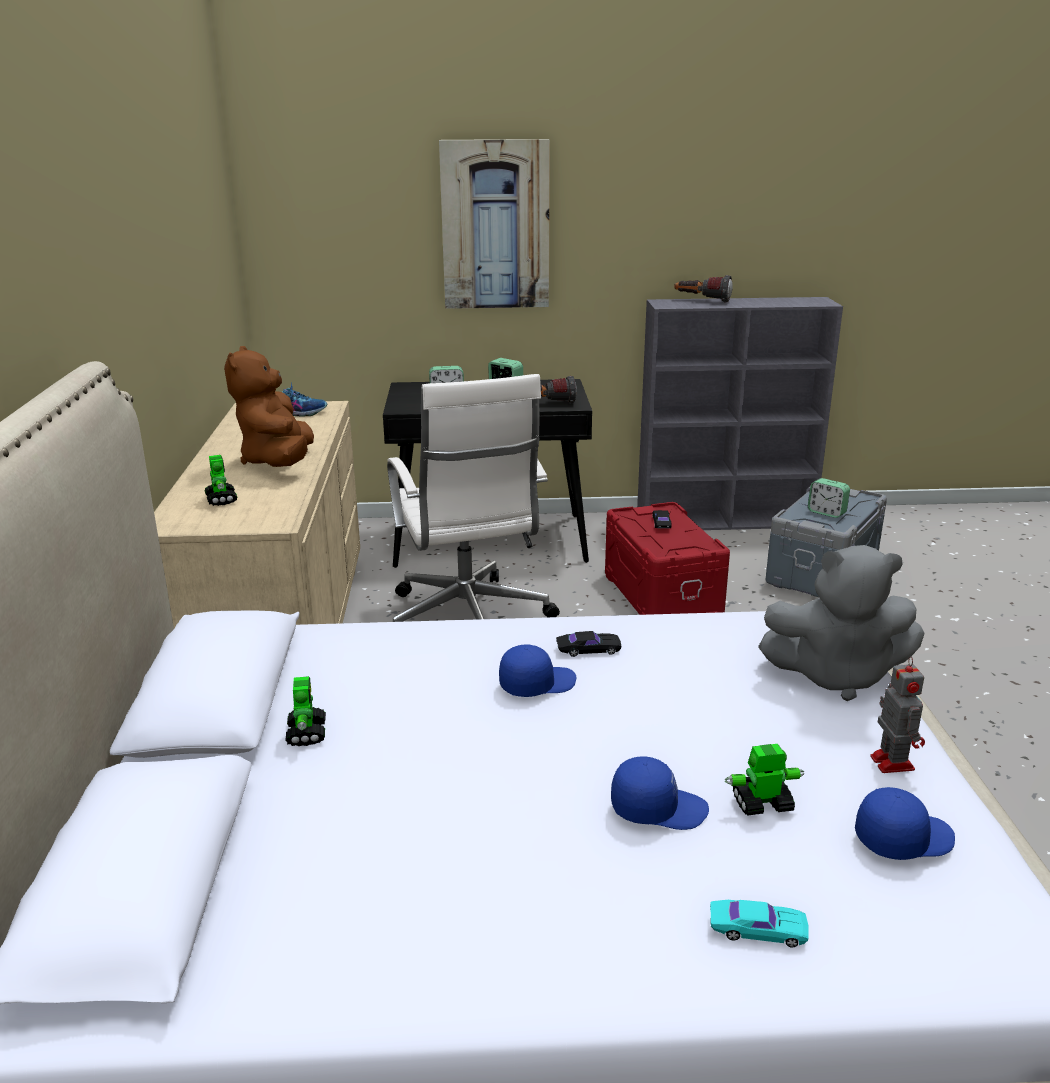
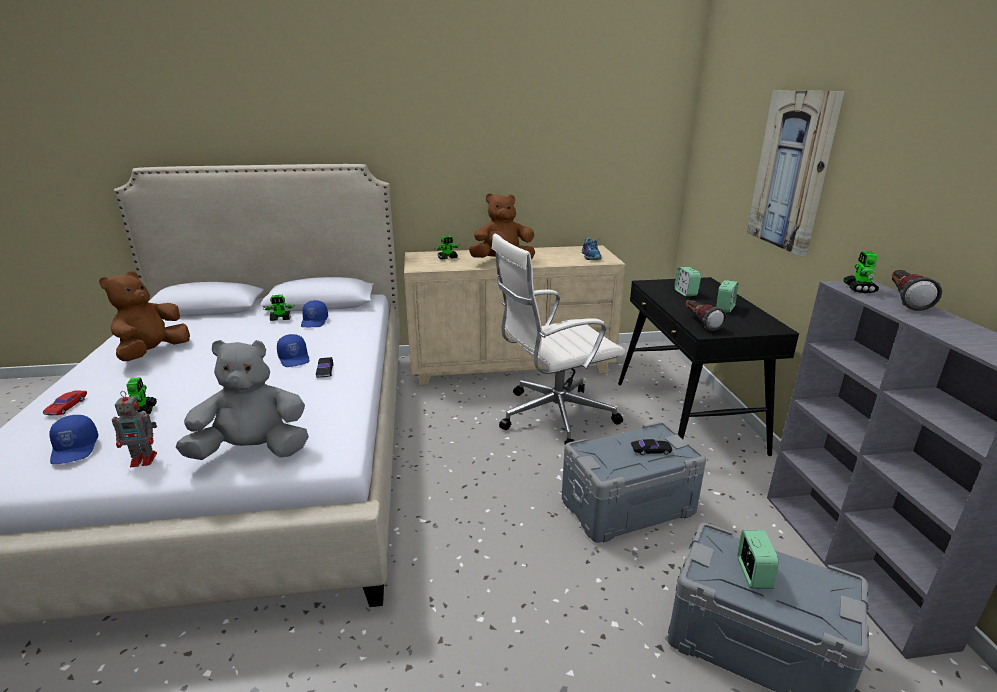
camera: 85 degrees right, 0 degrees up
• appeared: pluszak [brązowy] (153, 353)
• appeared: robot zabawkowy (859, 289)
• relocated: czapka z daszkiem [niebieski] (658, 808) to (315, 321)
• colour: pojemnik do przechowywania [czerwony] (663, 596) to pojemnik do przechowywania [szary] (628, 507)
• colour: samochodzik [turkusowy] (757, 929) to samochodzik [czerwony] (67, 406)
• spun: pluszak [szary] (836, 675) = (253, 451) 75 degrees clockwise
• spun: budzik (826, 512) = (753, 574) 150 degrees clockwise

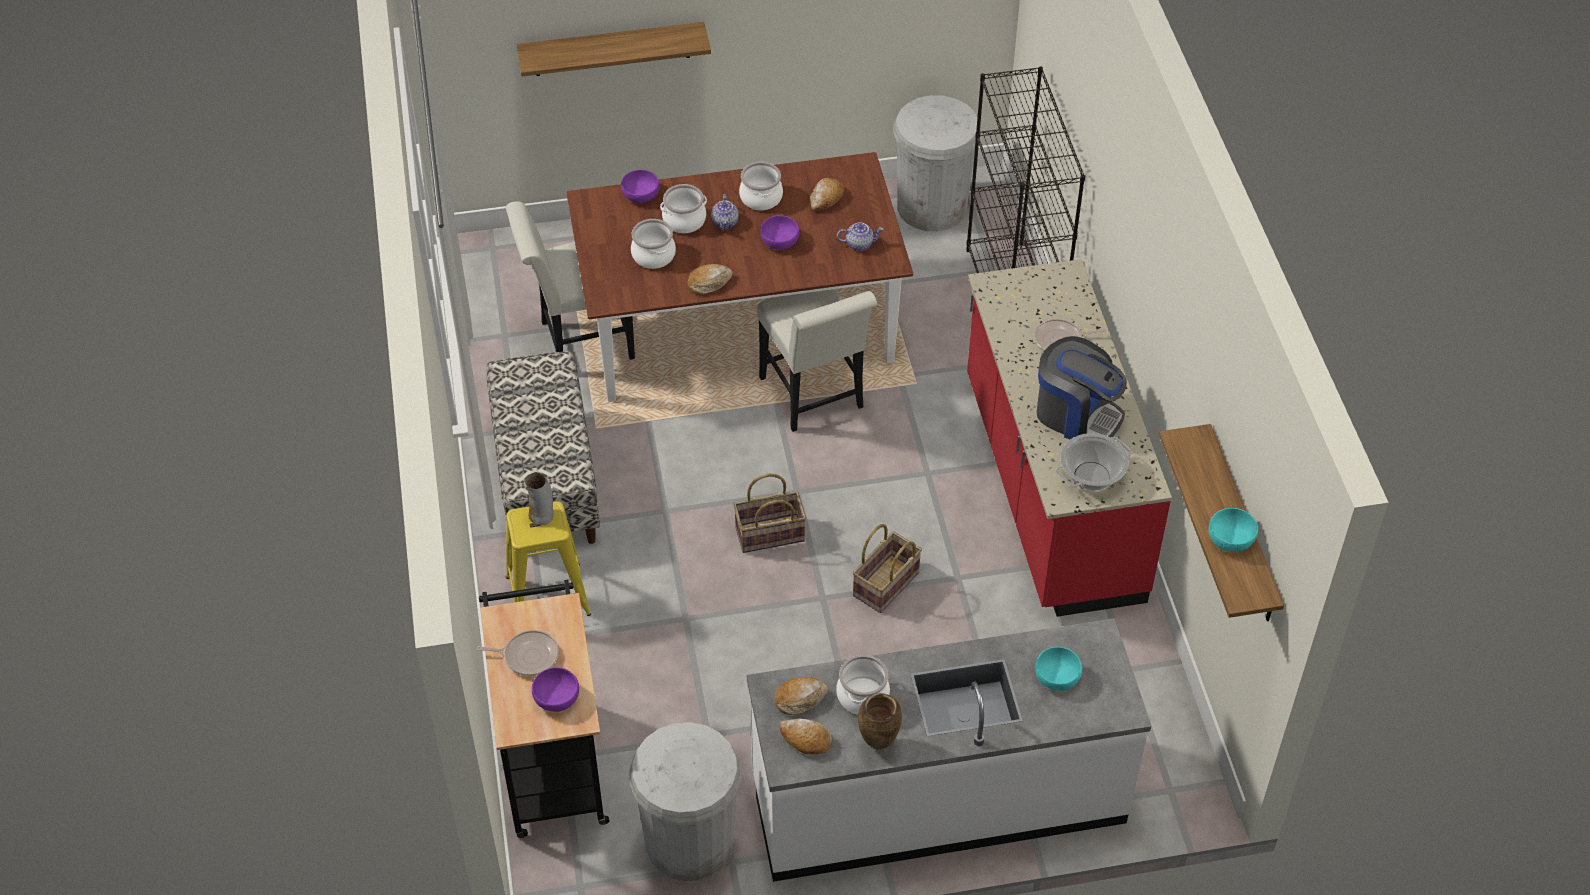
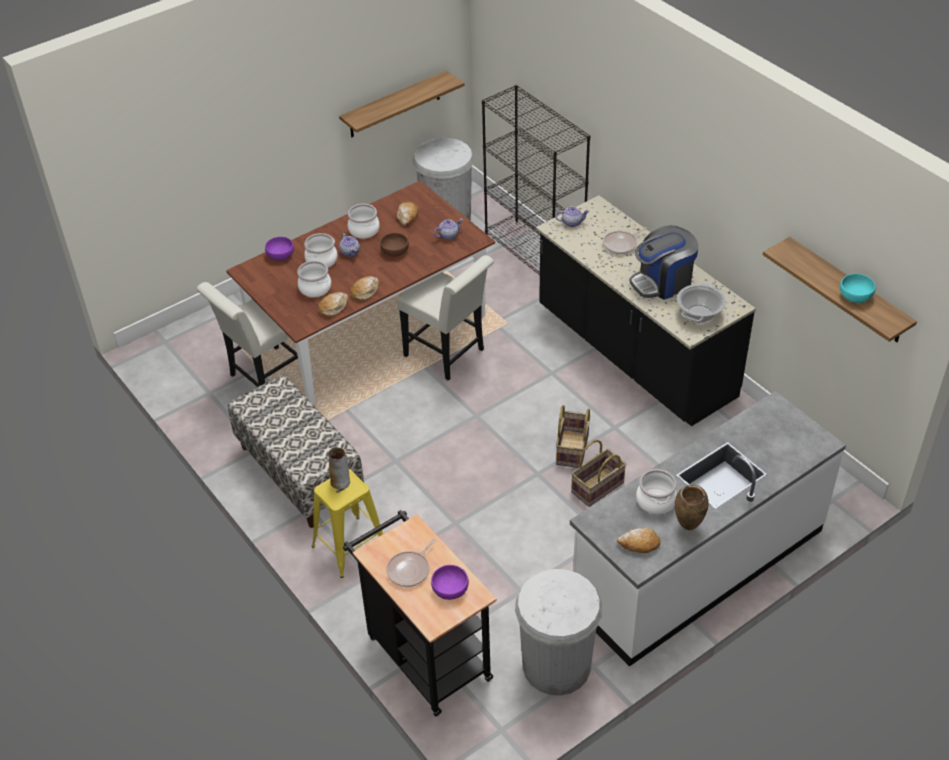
camera: 25 degrees left, 5 degrees down
• missing: miska [turkusowy] (1056, 676)
• appeared: imbryk (572, 222)
• relocated: półka (612, 49) to (394, 105)
• relocated: koszyk (769, 535) to (598, 488)
• relocated: chleb (800, 699) to (333, 307)
• colour: miska [fioletowy] (779, 241) to miska [brązowy] (394, 251)
• colour: zabudowa kuchenna [czerwony] (1050, 489) to zabudowa kuchenna [czarny] (634, 354)
• spun: patelnia (528, 656) = (410, 570) 150 degrees clockwise
• spun: ekspres do kawy (1076, 414) = (662, 282) 150 degrees clockwise

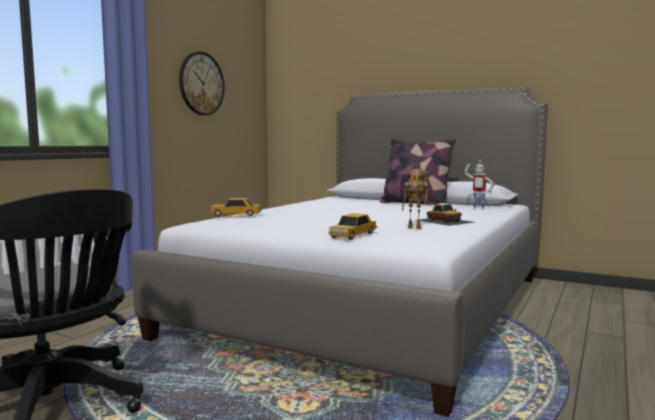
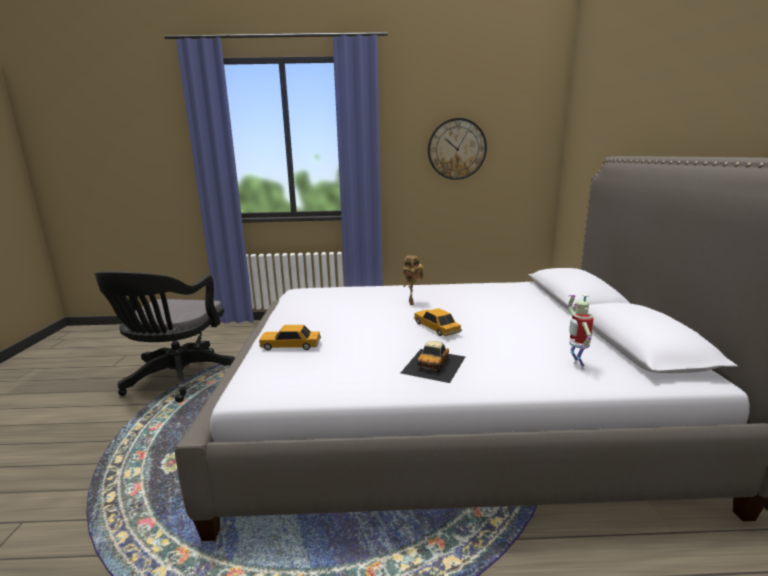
camera: 60 degrees right, 10 degrees up
• missing: poduszka (415, 203)
• relocated: samochodzik (236, 214) to (436, 328)
• relocated: robot zabawkowy (415, 228) to (412, 303)

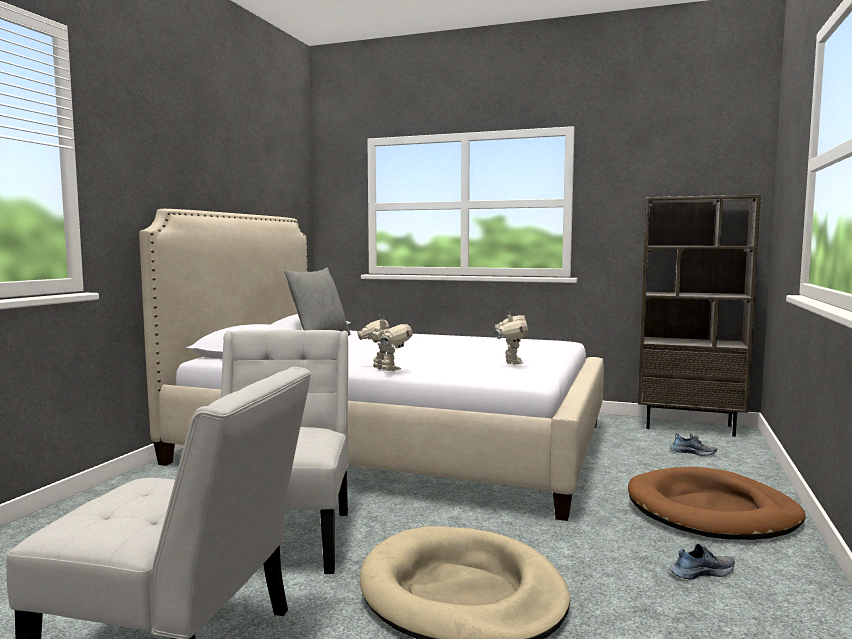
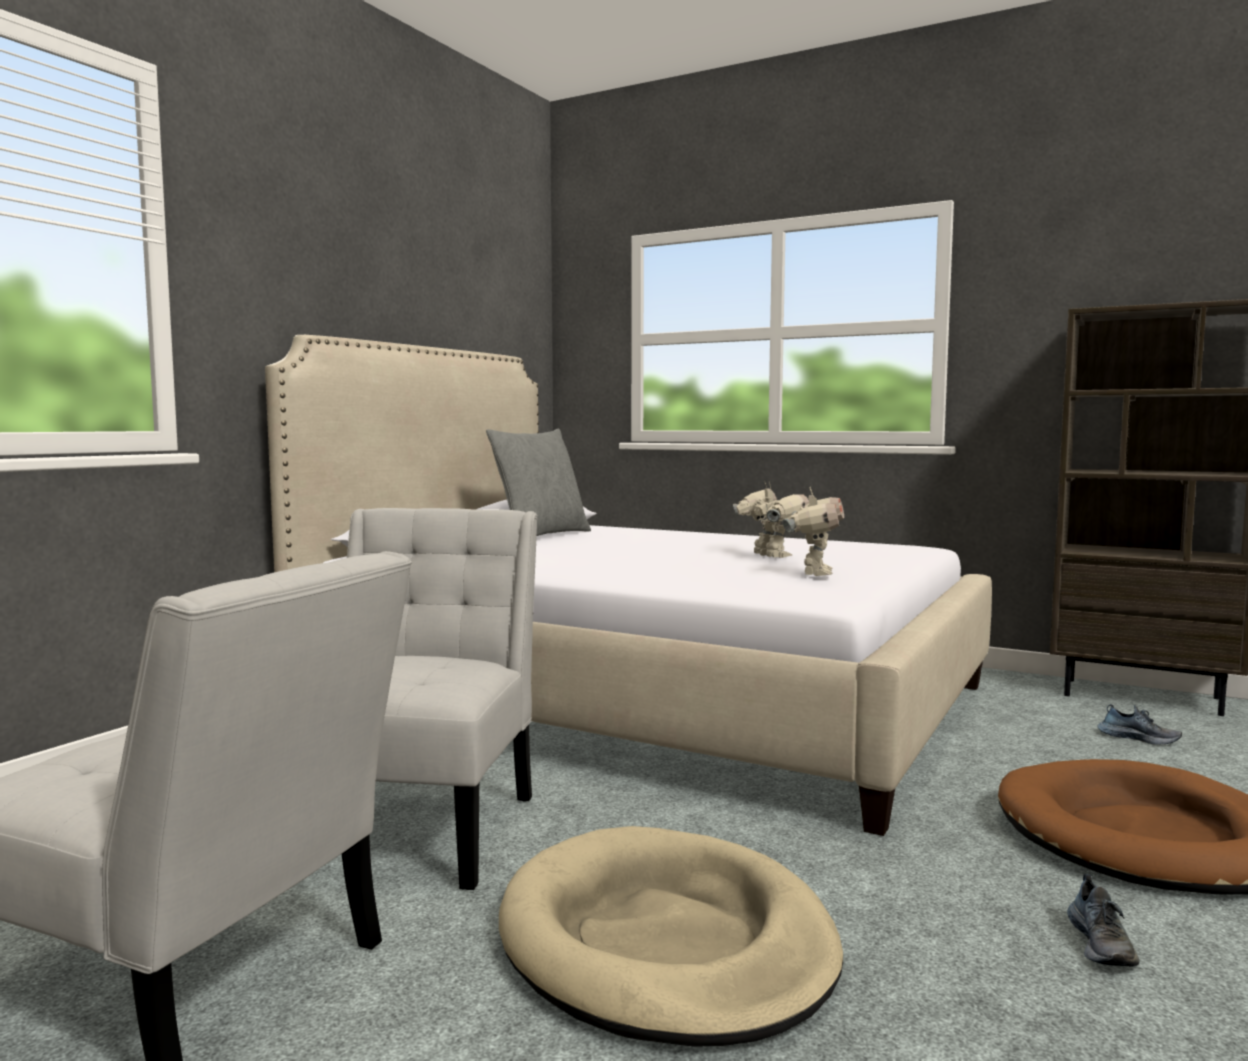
camera: 10 degrees right, 0 degrees up
• relocated: robot zabawkowy (384, 369) to (770, 556)
• spun: but (701, 572) = (1102, 944) 105 degrees clockwise

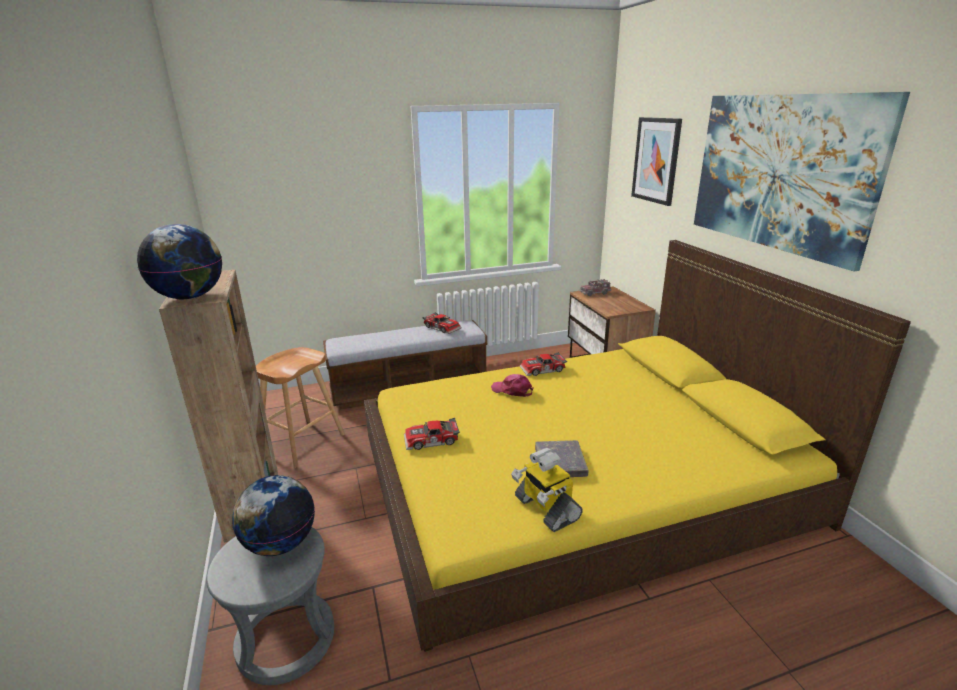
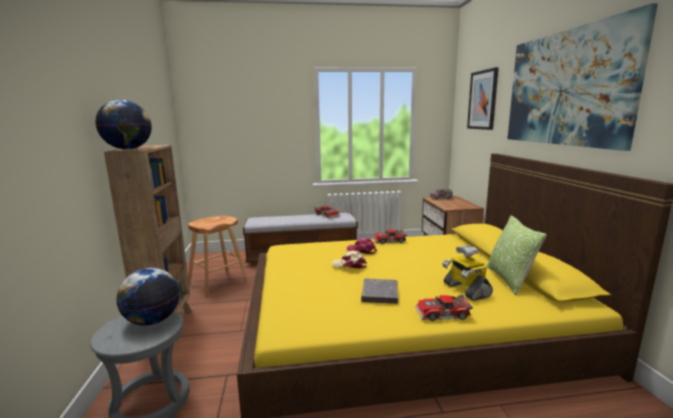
camera: 10 degrees right, 10 degrees down
• appeared: czapka z daszkiem [beżowy] (350, 265)
• appeared: poduszka (509, 279)
• relocated: samochodzik (431, 441) to (443, 314)
• relocated: robot zabawkowy (545, 508) to (465, 290)

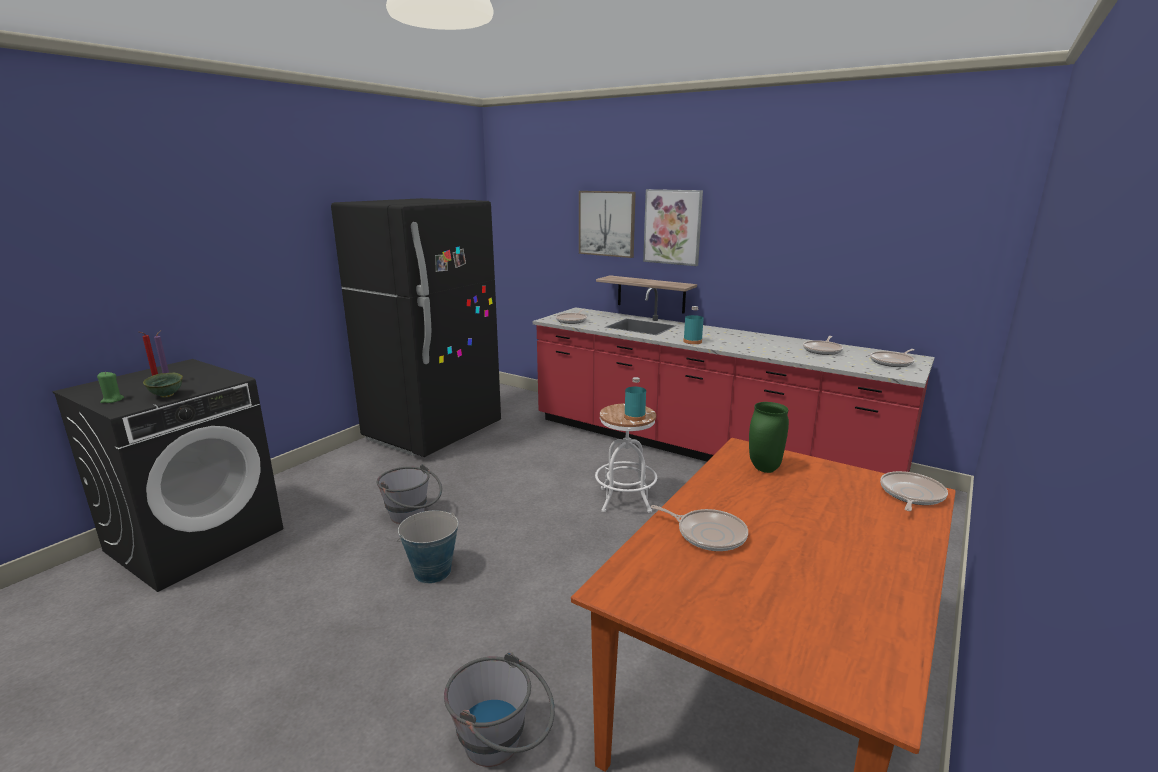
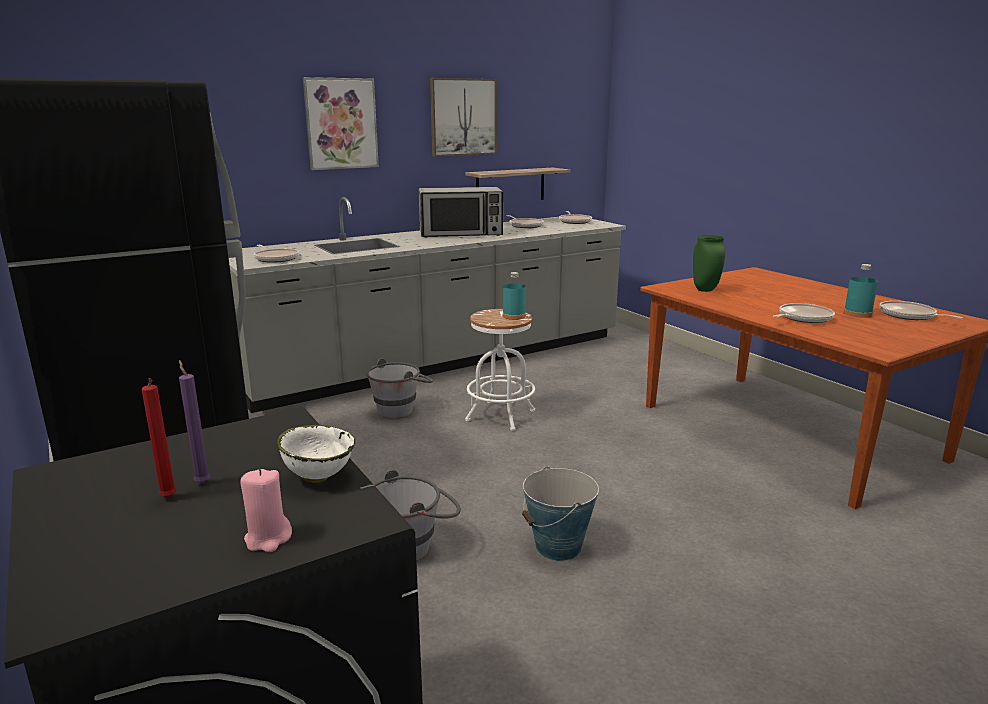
camera: 65 degrees left, 0 degrees up
• appeared: mikrofalówka (461, 234)
• relocated: wiadro [szary] (502, 746) to (401, 409)
• relocated: obraz (607, 223) to (463, 117)
• relocated: półka (651, 294) to (510, 186)
• relocated: butelka [turkusowy] (692, 341) to (857, 314)
• relocated: patelnia (911, 495) to (909, 315)
• colour: świeca [zielony] (112, 400) to świeca [różowy] (268, 538)
• colour: miska [zielony] (167, 395) to miska [biały] (318, 476)
• colour: zabudowa kuchenna [czerwony] (703, 449) to zabudowa kuchenna [szary] (441, 362)

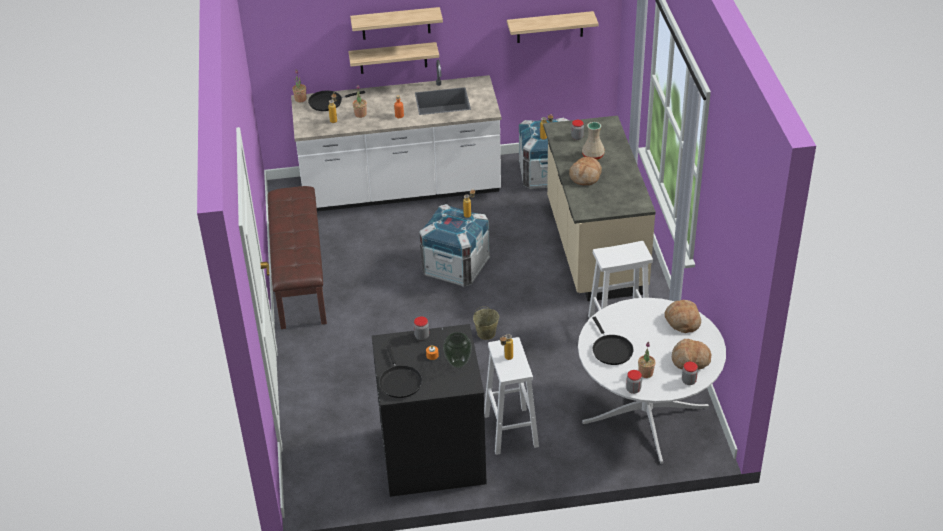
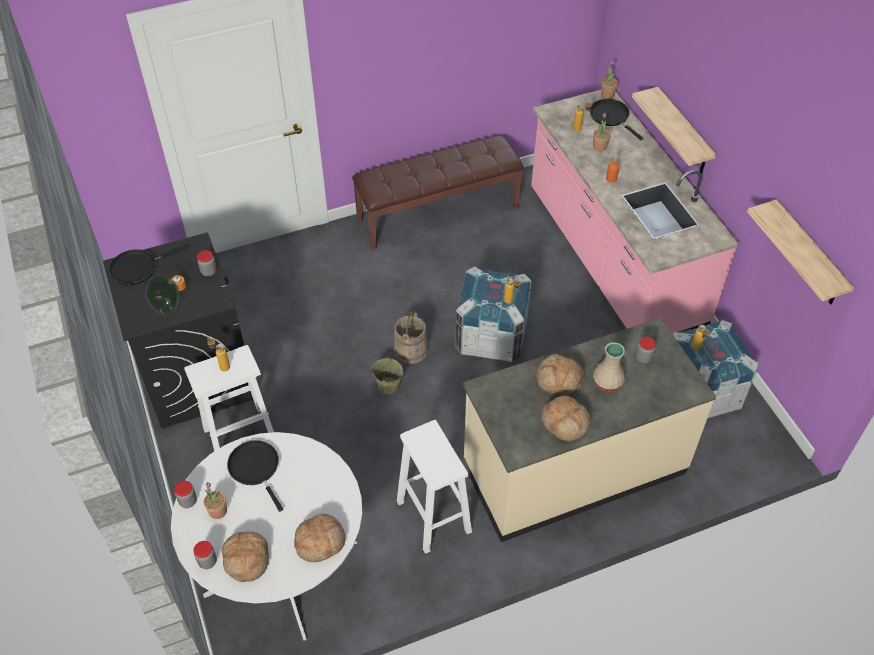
camera: 75 degrees right, 10 degrees up
• missing: półka (396, 23)
• appeared: wiadro [beżowy] (410, 350)
• appeared: chleb (565, 423)
• colour: zabudowa kuchenna [biały] (401, 188) to zabudowa kuchenna [różowy] (612, 259)
• spun: patelnia [czarny] (611, 350) = (256, 468) 90 degrees clockwise

